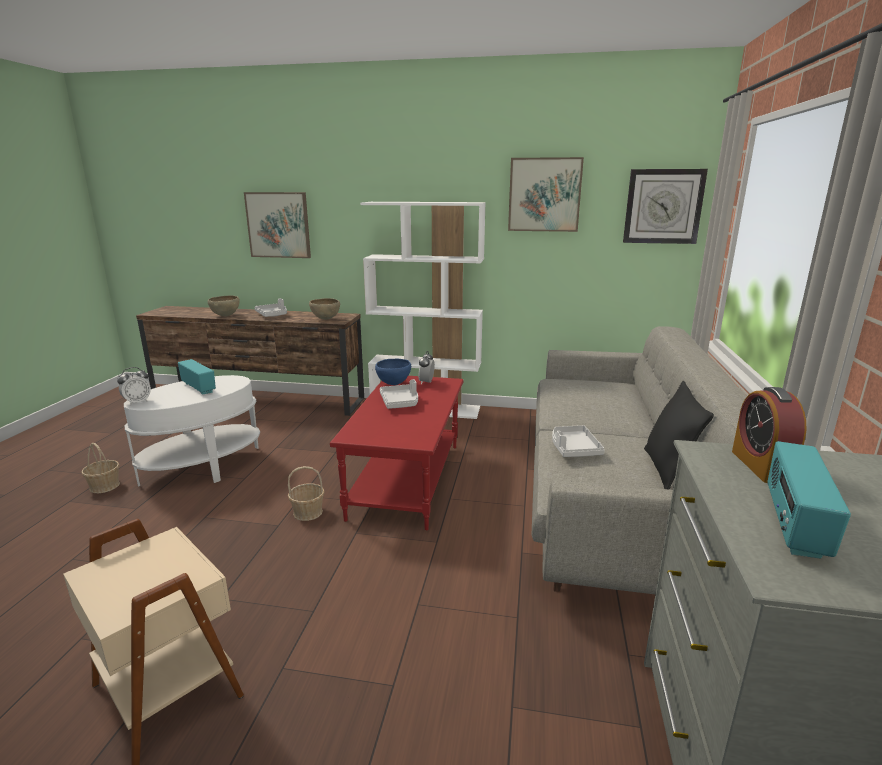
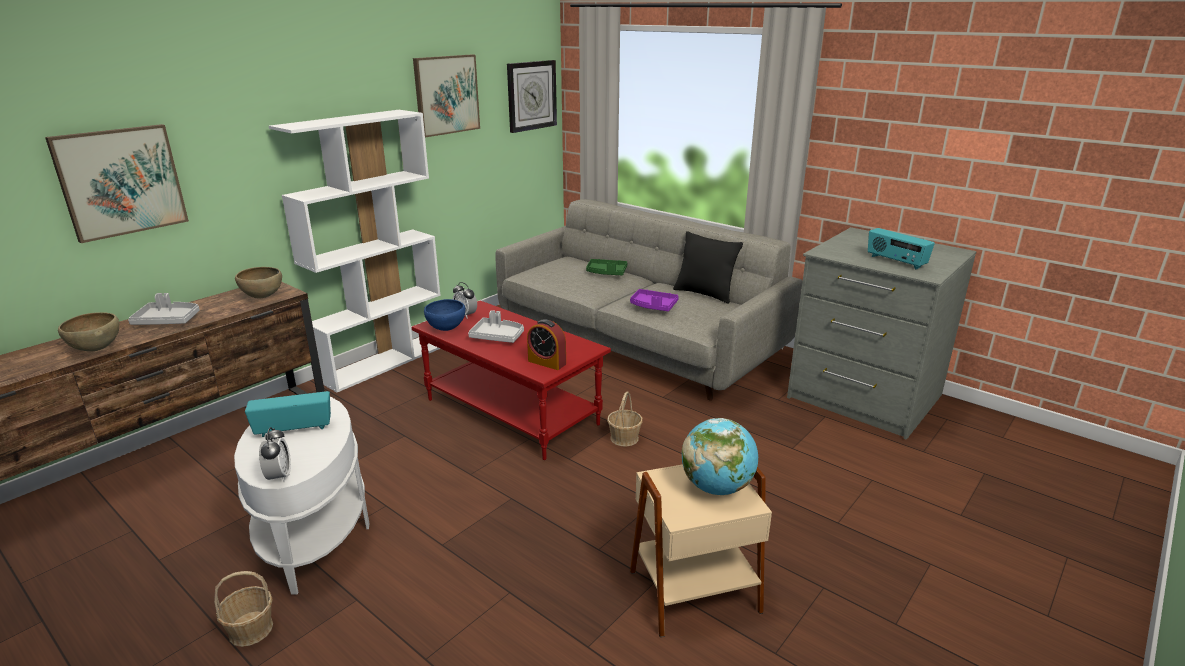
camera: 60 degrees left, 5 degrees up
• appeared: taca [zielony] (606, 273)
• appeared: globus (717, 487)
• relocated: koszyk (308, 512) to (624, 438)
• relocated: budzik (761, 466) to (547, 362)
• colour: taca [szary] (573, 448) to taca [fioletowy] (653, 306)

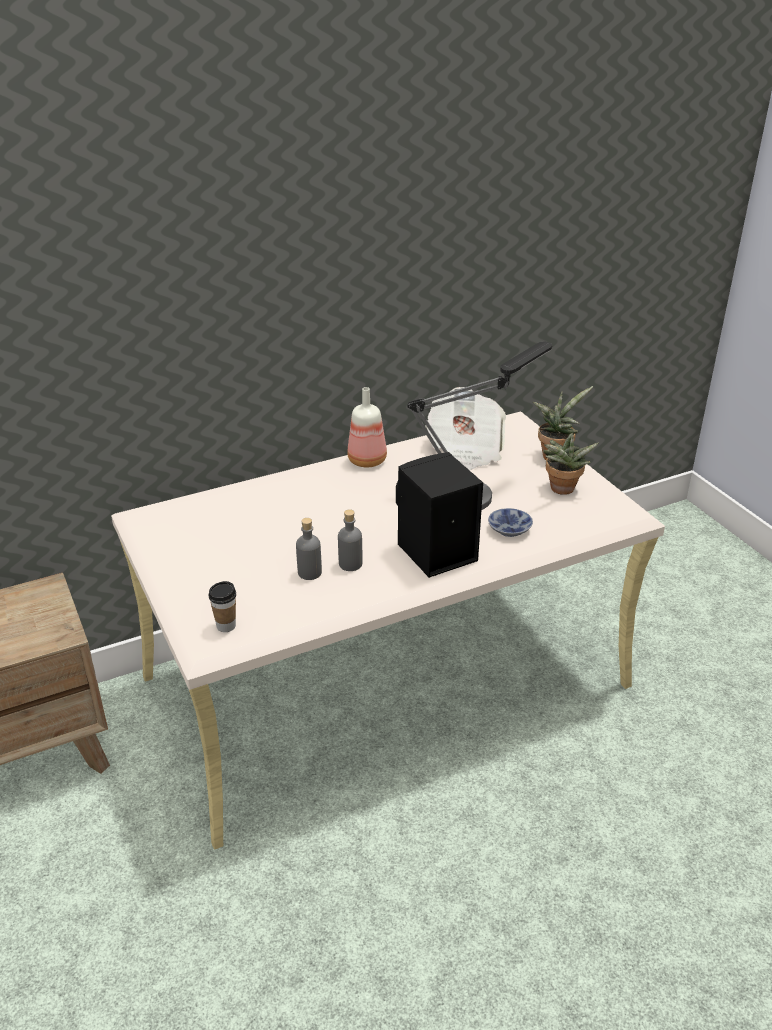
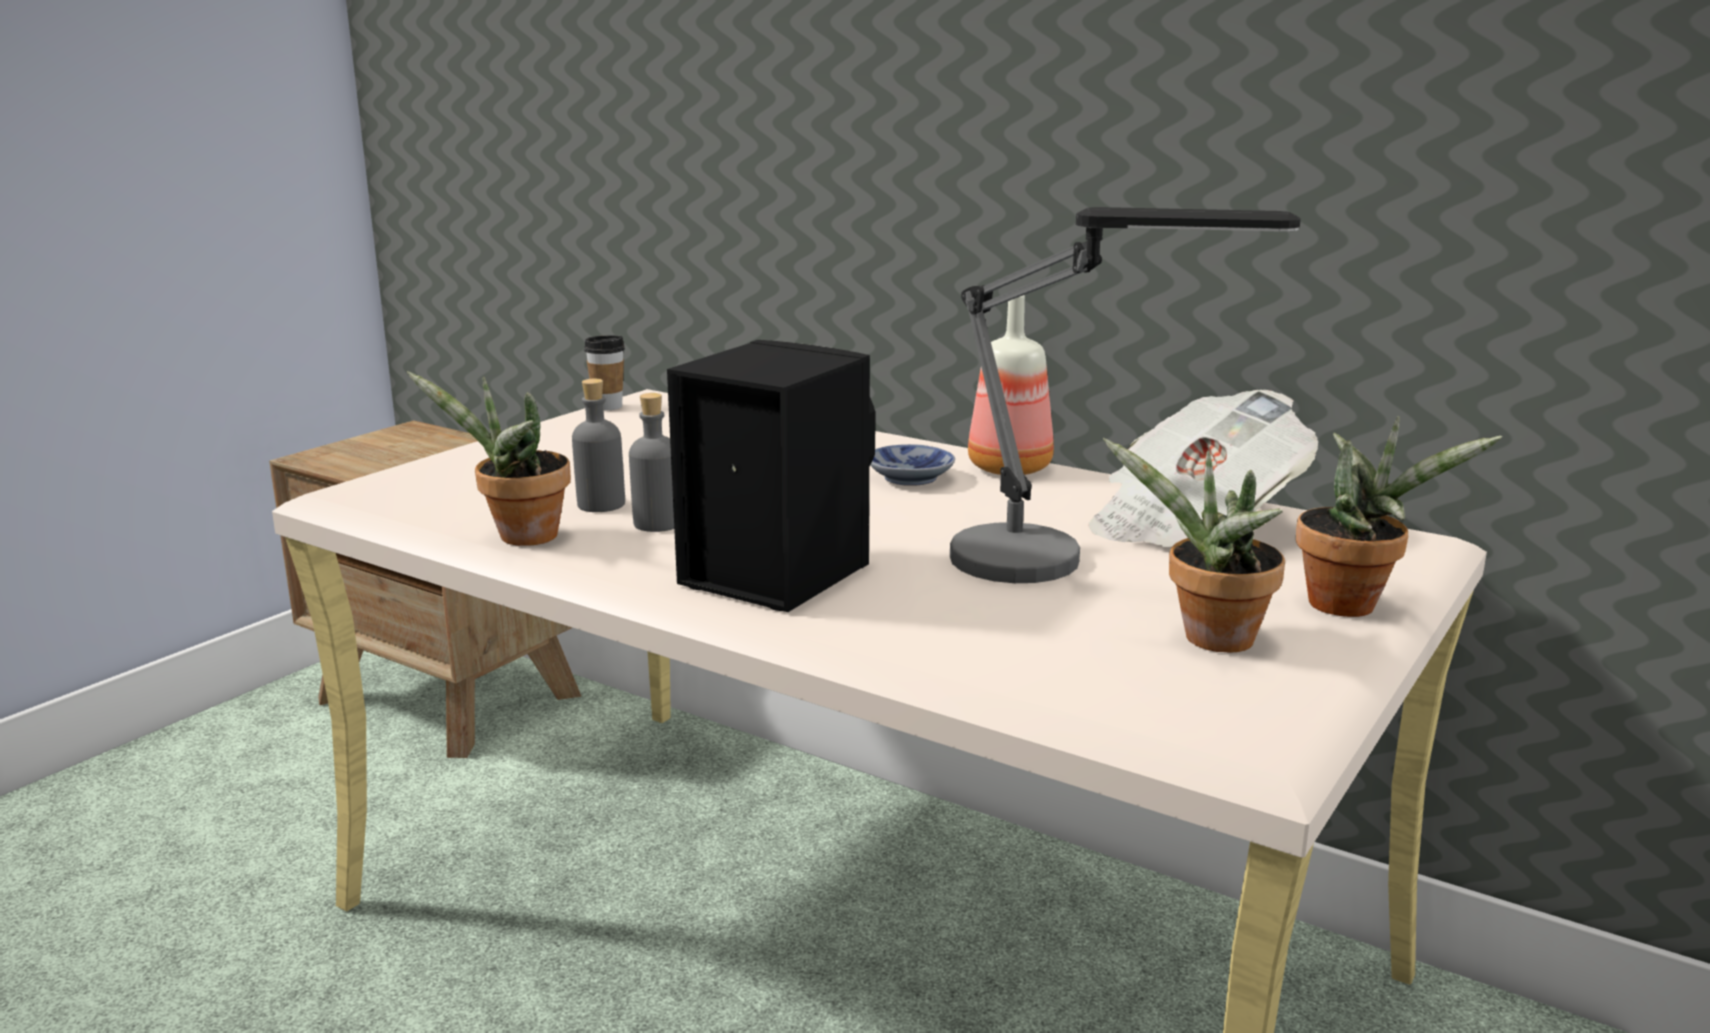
camera: 60 degrees right, 15 degrees down
• appeared: roślina doniczkowa (519, 538)
• relocated: filiżanka (226, 626) to (608, 406)
• relocated: miska (511, 529) to (912, 479)

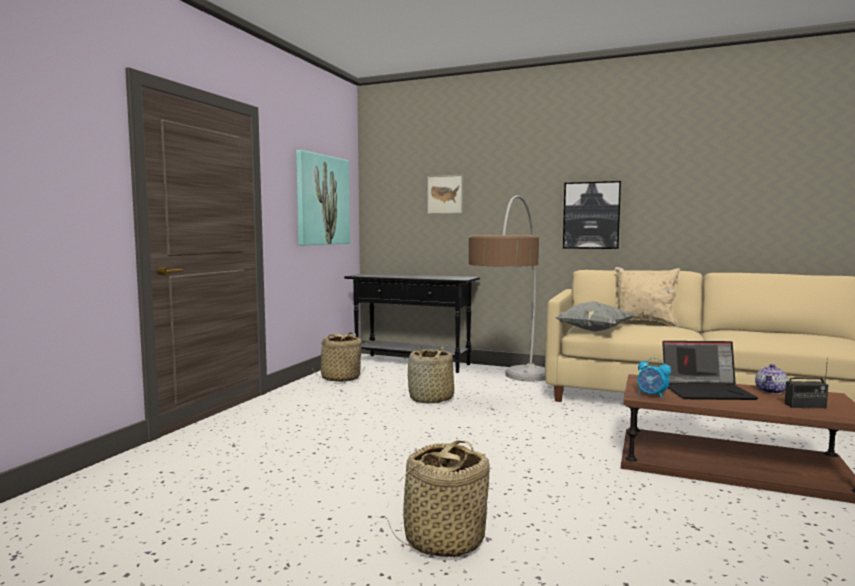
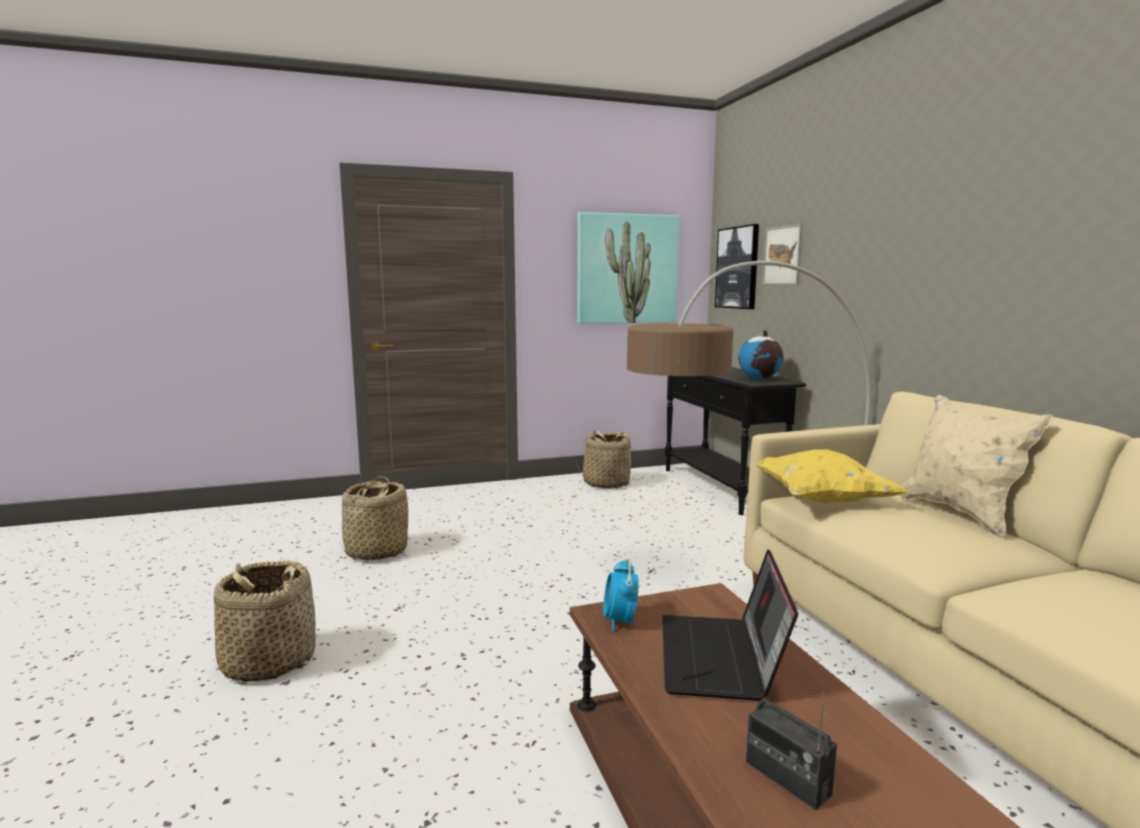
camera: 50 degrees right, 5 degrees up
• missing: imbryk (771, 391)
• appeared: globus (759, 378)
• relocated: koszyk (431, 399) to (376, 552)
• relocated: obraz (591, 215) to (738, 268)
• colour: poduszka [szary] (592, 331) to poduszka [żółty] (821, 500)
• spun: laptop (707, 391) = (721, 659) 45 degrees clockwise

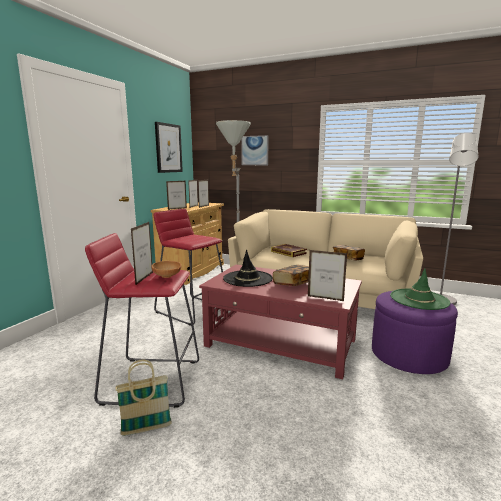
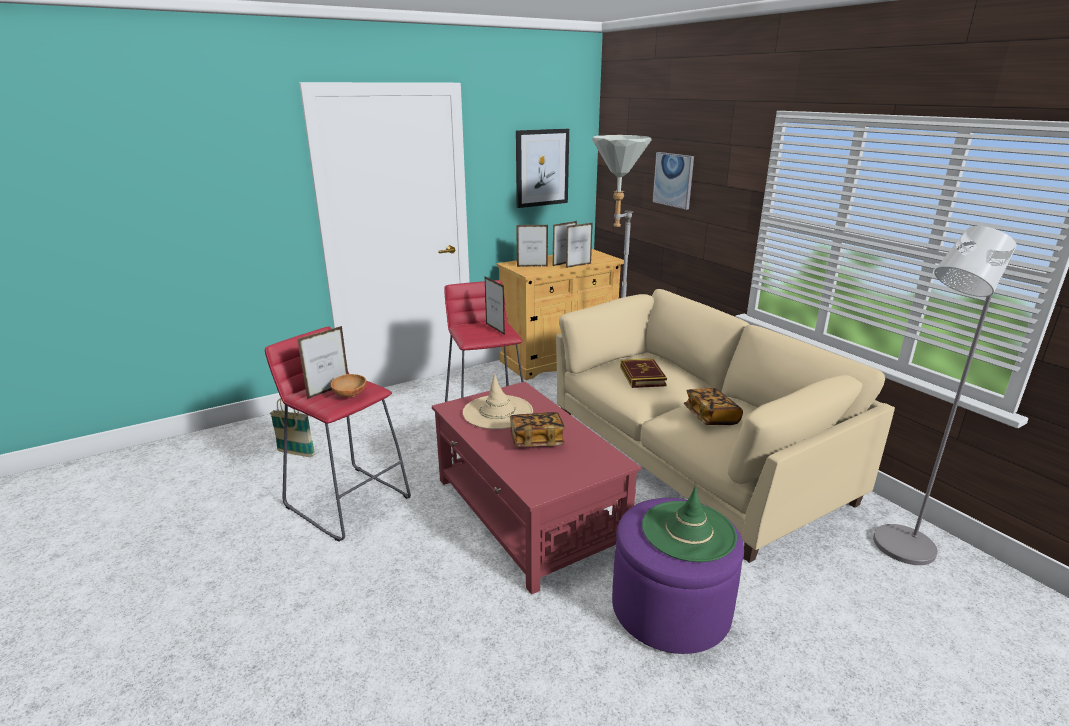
camera: 35 degrees right, 10 degrees up
• relocated: koszyk (146, 429) to (296, 453)
• relocated: ramka na zdjęcie (325, 298) to (495, 329)
• colour: kapelusz [czarny] (248, 279) to kapelusz [beżowy] (498, 412)

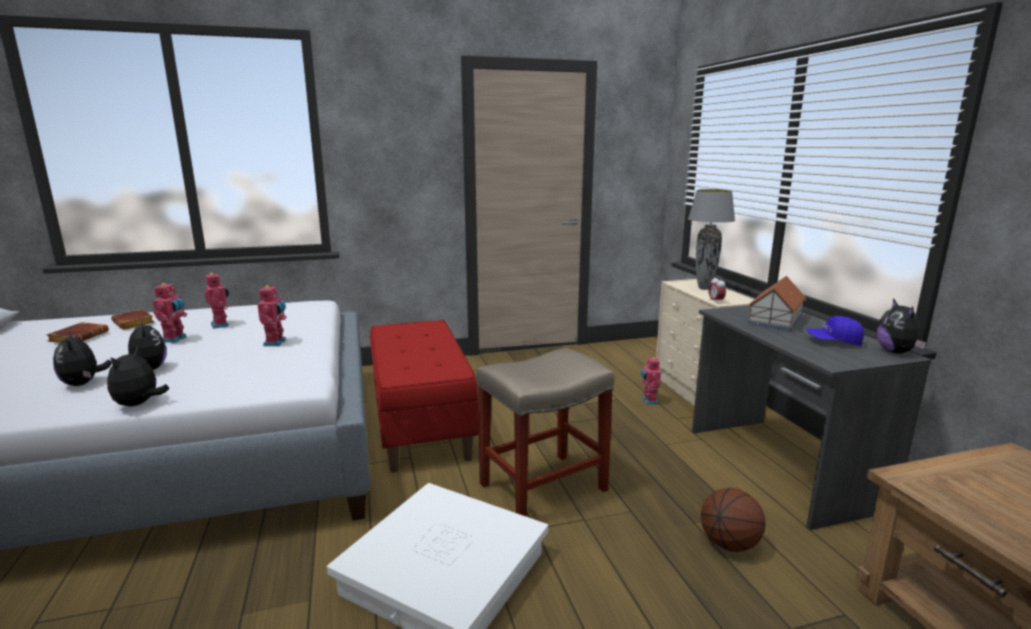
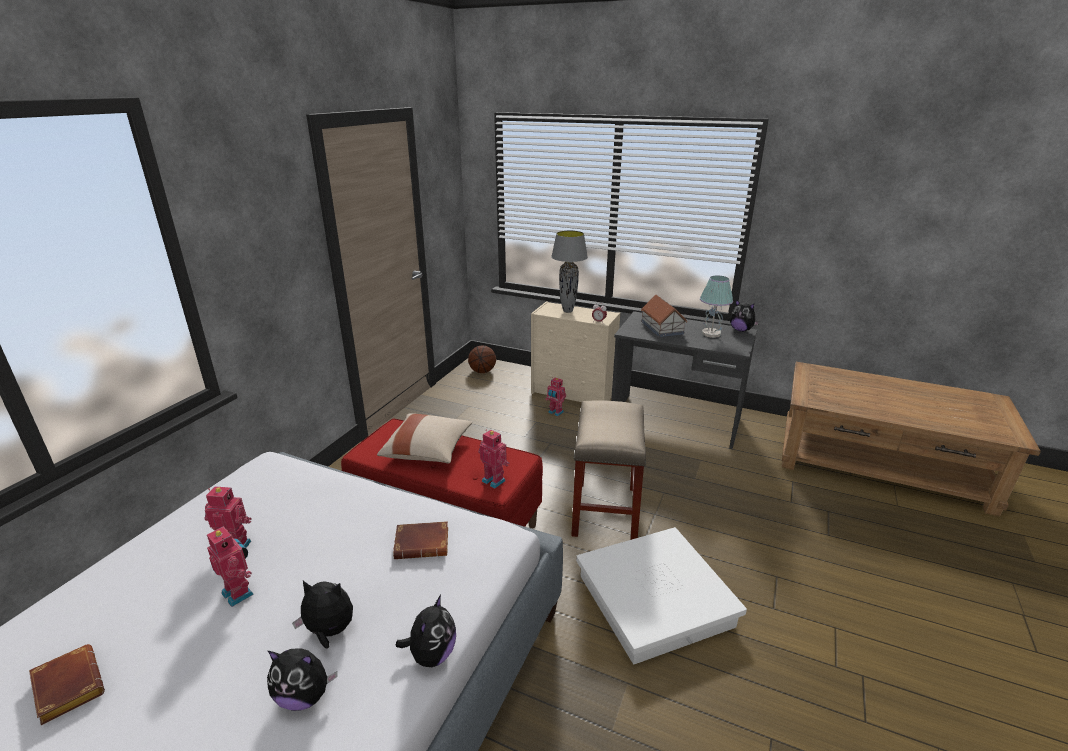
camera: 50 degrees left, 10 degrees up
• appeared: poduszka [beżowy] (428, 450)
• relocated: książka [brązowy] (135, 323) to (423, 543)
• relocated: robot zabawkowy (276, 343) to (494, 480)
• relocated: piłka do koszykówki (729, 543) to (482, 371)
• exchanged: czapka z daszkiem [niebieski] (833, 342) to lampa stołowa (711, 334)
• spun: pluszak (139, 404) = (432, 654) 120 degrees counterclockwise

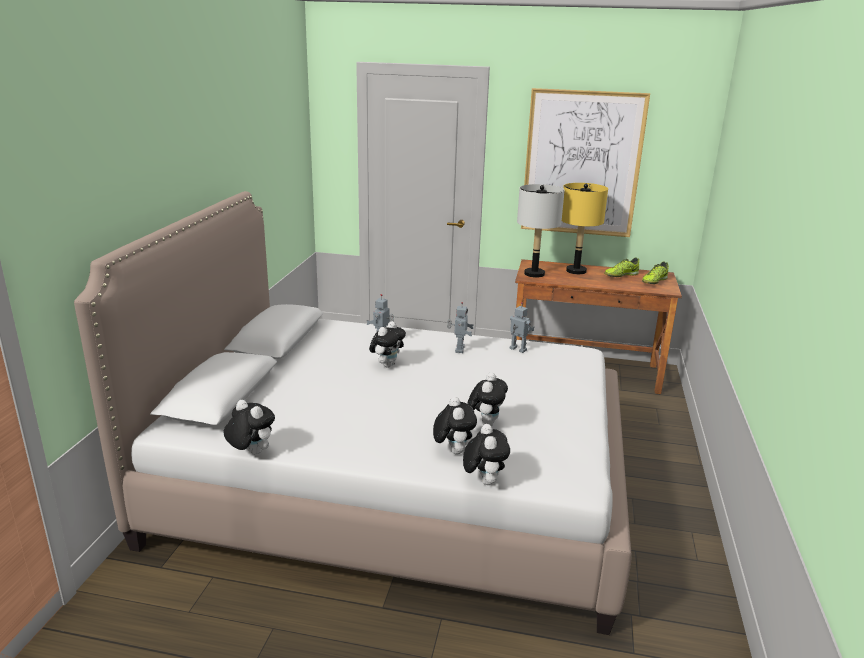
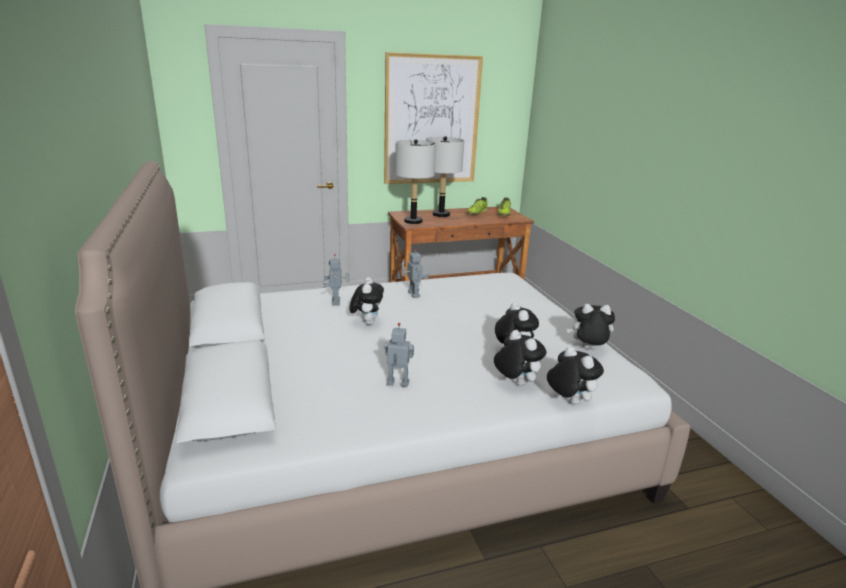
camera: 30 degrees left, 0 degrees up
• relocated: pluszak (251, 453) to (588, 349)
• relocated: robot zabawkowy (517, 350) to (397, 384)
• colour: lampa stołowa [żółty] (576, 271) to lampa stołowa [szary] (441, 214)

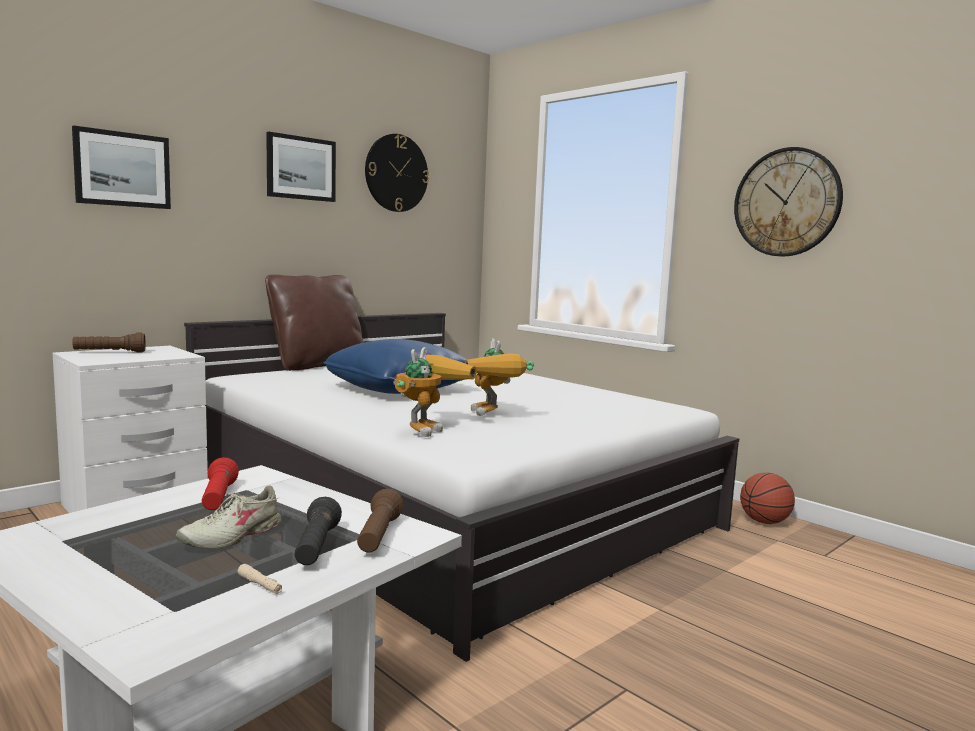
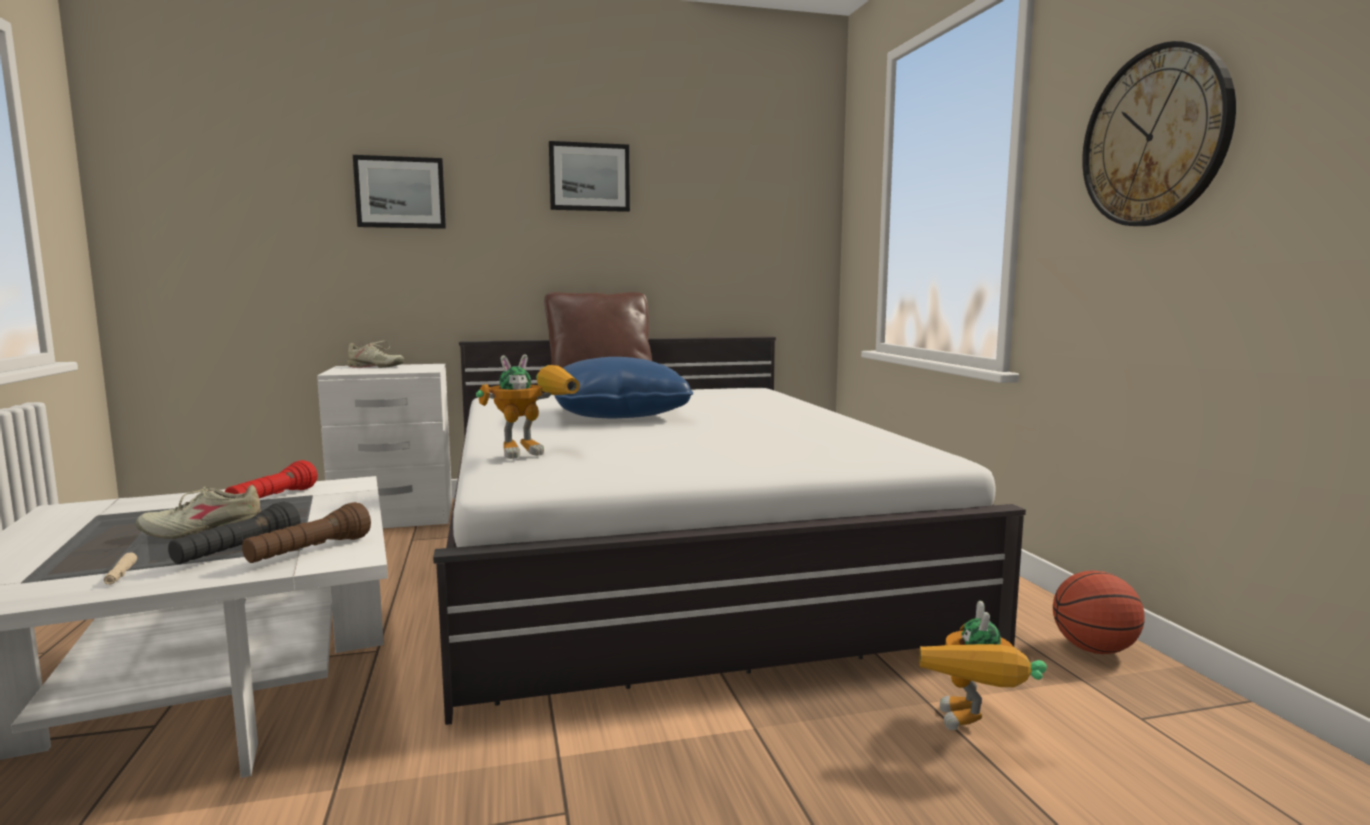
camera: 30 degrees right, 0 degrees up
• missing: zegar ścienny (396, 173)
• relocated: robot zabawkowy (493, 415) to (974, 731)
• exchanged: latarka [brązowy] (110, 352) to but [beżowy] (375, 367)

